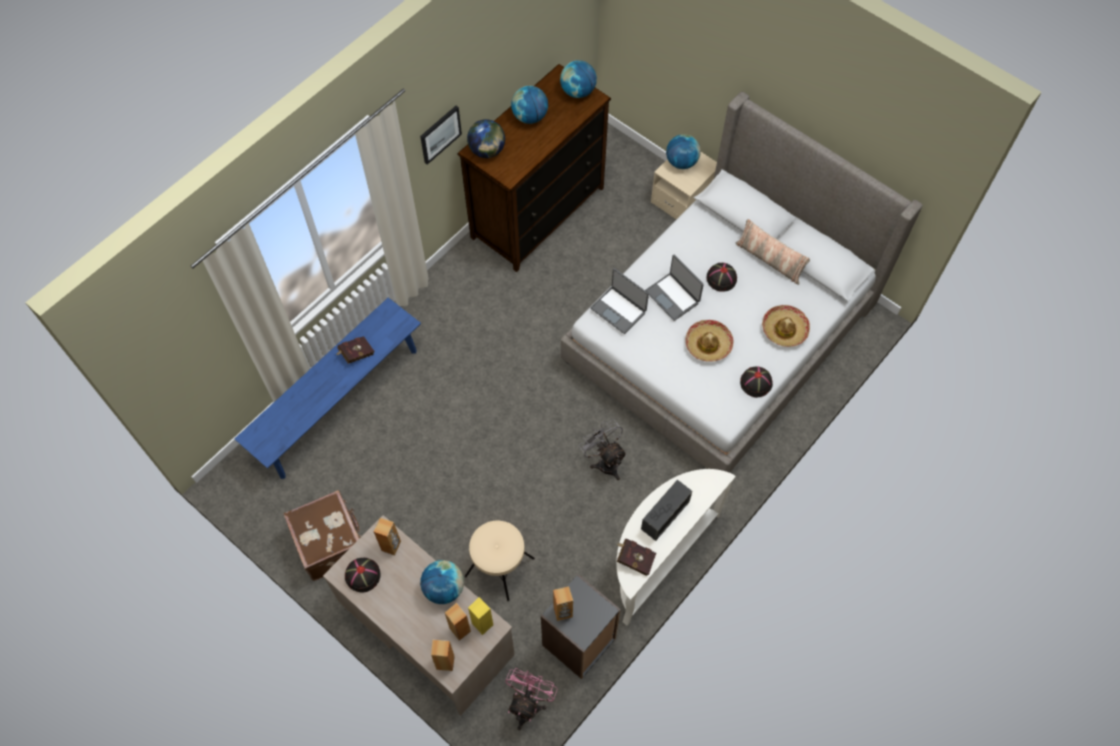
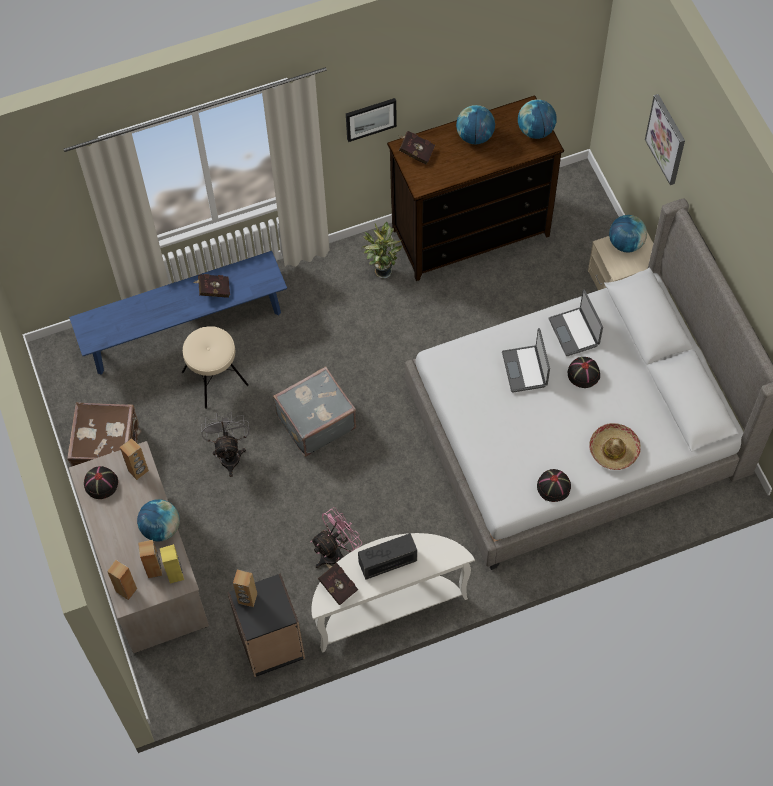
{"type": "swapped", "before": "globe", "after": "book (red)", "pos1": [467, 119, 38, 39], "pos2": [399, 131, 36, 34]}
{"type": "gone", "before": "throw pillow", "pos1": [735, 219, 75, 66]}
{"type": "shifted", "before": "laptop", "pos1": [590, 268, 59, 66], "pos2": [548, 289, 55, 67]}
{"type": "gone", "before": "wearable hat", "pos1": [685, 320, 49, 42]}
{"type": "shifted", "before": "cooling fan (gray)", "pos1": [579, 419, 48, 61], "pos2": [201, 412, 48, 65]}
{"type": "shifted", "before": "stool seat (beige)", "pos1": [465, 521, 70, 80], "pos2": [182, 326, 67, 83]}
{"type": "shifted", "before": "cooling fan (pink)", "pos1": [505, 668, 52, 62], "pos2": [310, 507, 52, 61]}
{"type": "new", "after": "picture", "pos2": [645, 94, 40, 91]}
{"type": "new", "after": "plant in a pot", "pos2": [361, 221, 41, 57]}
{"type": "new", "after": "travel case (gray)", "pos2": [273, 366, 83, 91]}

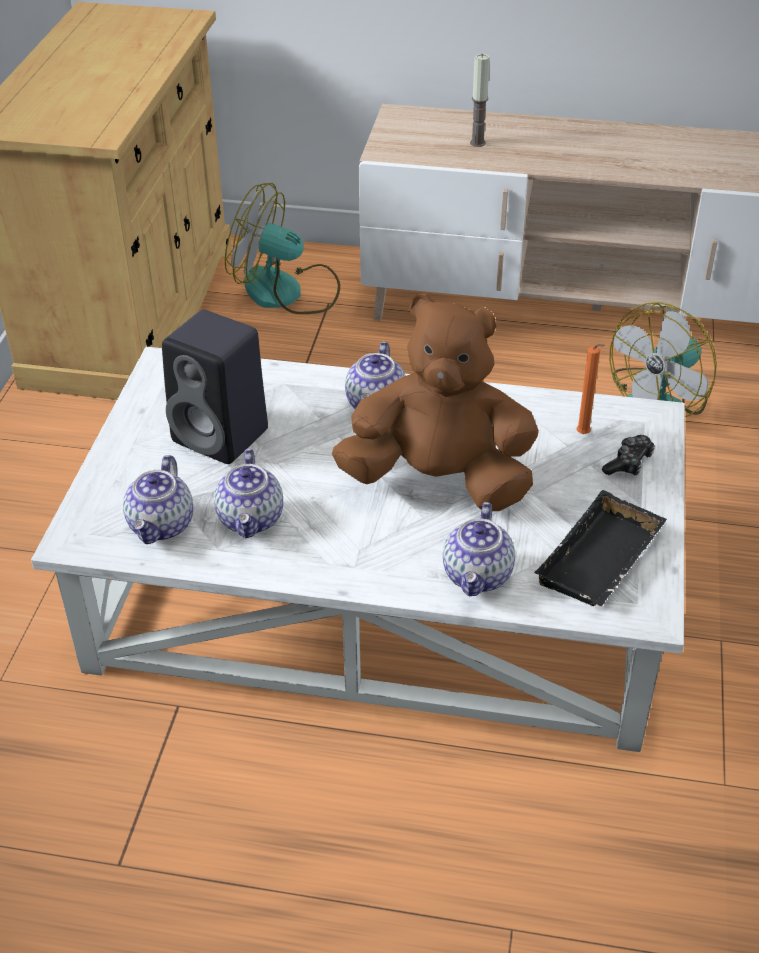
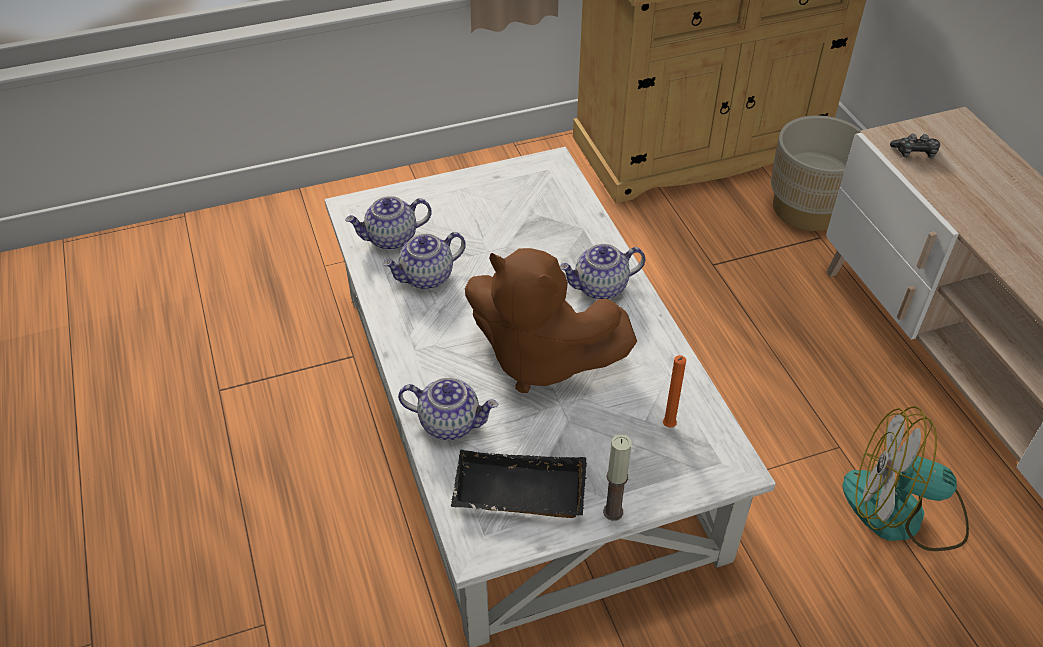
{"type": "shifted", "before": "wax light", "pos1": [470, 54, 20, 93], "pos2": [603, 434, 29, 87]}
{"type": "swapped", "before": "cooling fan", "after": "plant pot (beige)", "pos1": [225, 183, 115, 131], "pos2": [771, 115, 91, 116]}
{"type": "rotated", "before": "soft toy (brownish)", "pos1": [332, 294, 207, 217], "pos2": [465, 248, 172, 145], "turn": 135}
{"type": "gone", "before": "audio speaker (blackish)", "pos1": [162, 310, 106, 154]}
{"type": "shifted", "before": "joypad", "pos1": [602, 435, 53, 41], "pos2": [890, 134, 50, 24]}
{"type": "rotated", "before": "tea pot", "pos1": [443, 502, 72, 95], "pos2": [398, 378, 100, 62], "turn": -150}

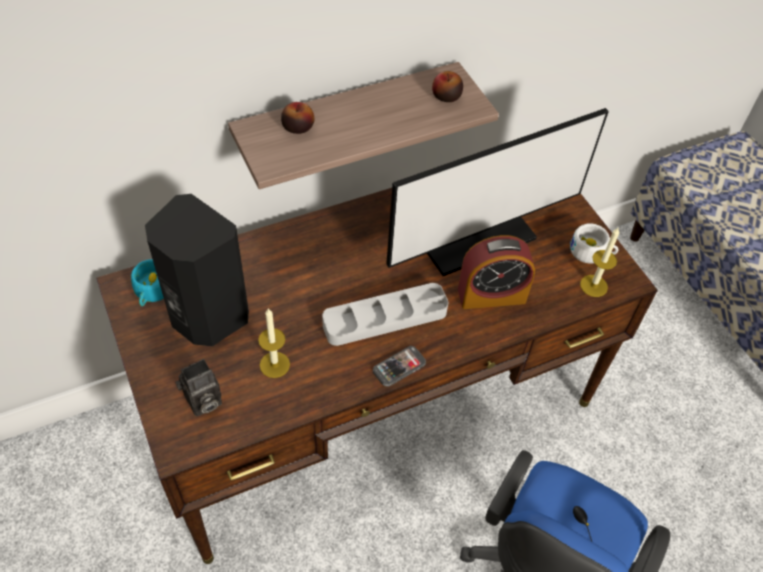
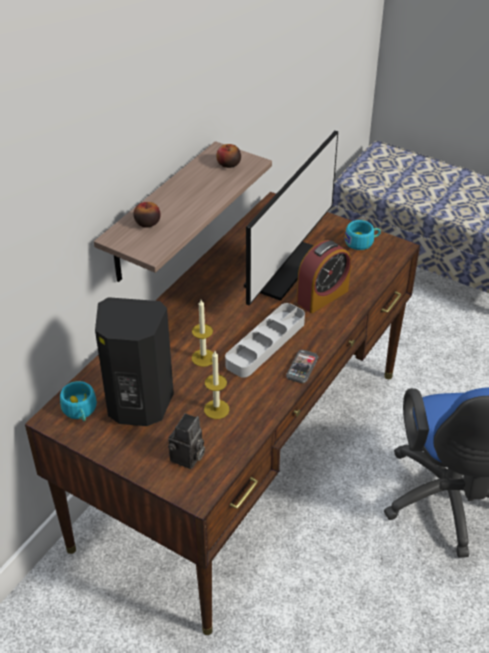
{"type": "repainted", "before": "drinking cup (white)", "after": "drinking cup (turquoise)", "pos1": [570, 223, 49, 41], "pos2": [345, 220, 36, 30]}
{"type": "shifted", "before": "wax light", "pos1": [580, 228, 40, 69], "pos2": [191, 300, 22, 67]}

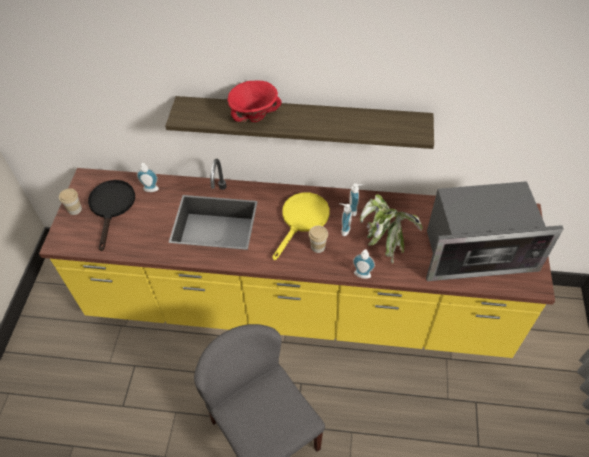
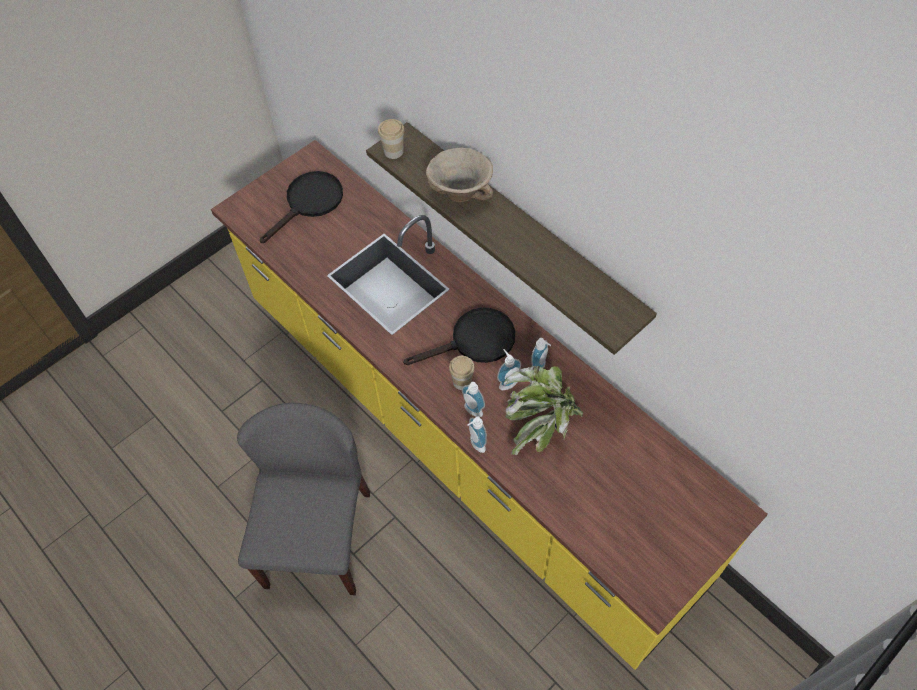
{"type": "repainted", "before": "deep dish (red)", "after": "deep dish (beige)", "pos1": [227, 81, 54, 41], "pos2": [426, 148, 67, 54]}
{"type": "shifted", "before": "soap bottle", "pos1": [137, 163, 22, 29], "pos2": [462, 382, 23, 35]}
{"type": "gone", "before": "kitchen microwave", "pos1": [426, 181, 137, 100]}
{"type": "shifted", "before": "drinking cup", "pos1": [59, 188, 23, 27], "pos2": [378, 119, 27, 40]}
{"type": "repainted", "before": "pan (yellow)", "after": "pan (blackish)", "pos1": [272, 193, 57, 67], "pos2": [403, 307, 112, 58]}

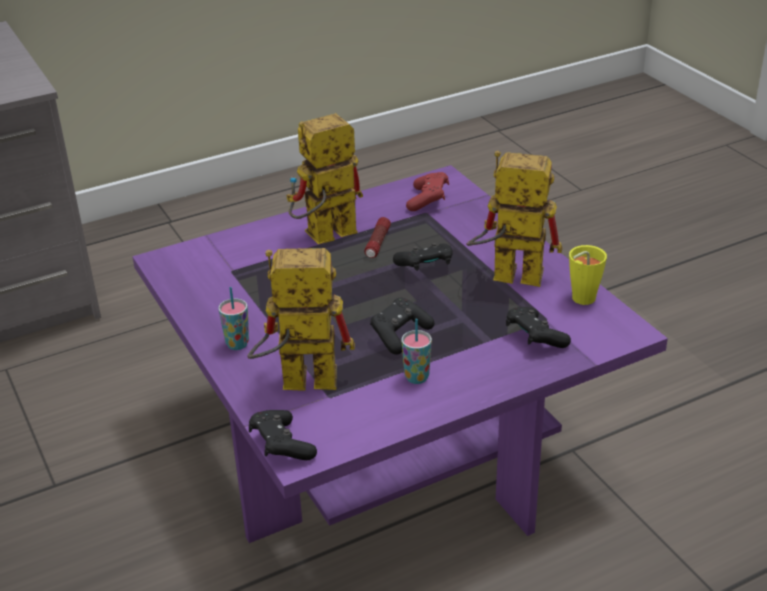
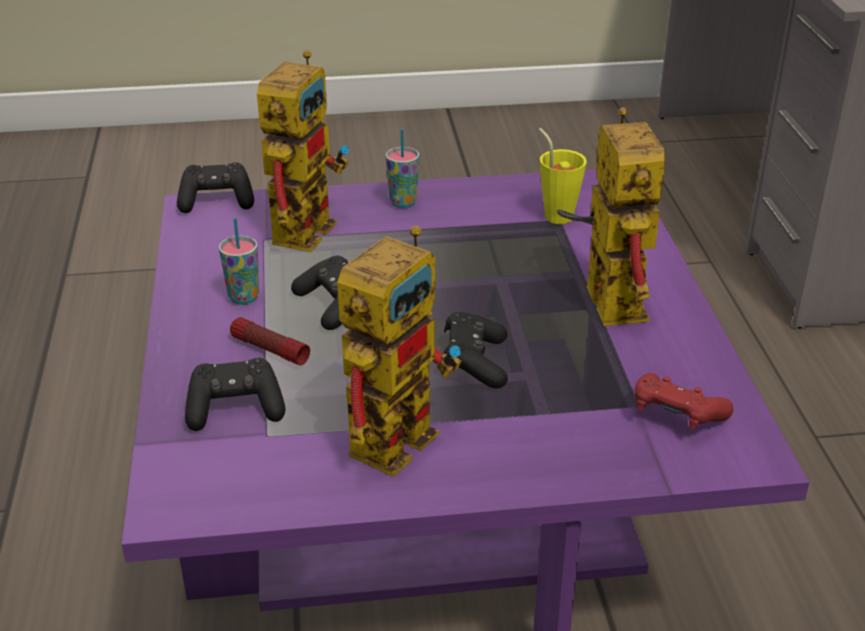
{"type": "shifted", "before": "hand torch", "pos1": [364, 217, 27, 41], "pos2": [230, 317, 80, 48]}
{"type": "shifted", "before": "drinking cup (yellow)", "pos1": [569, 245, 38, 60], "pos2": [539, 128, 48, 96]}

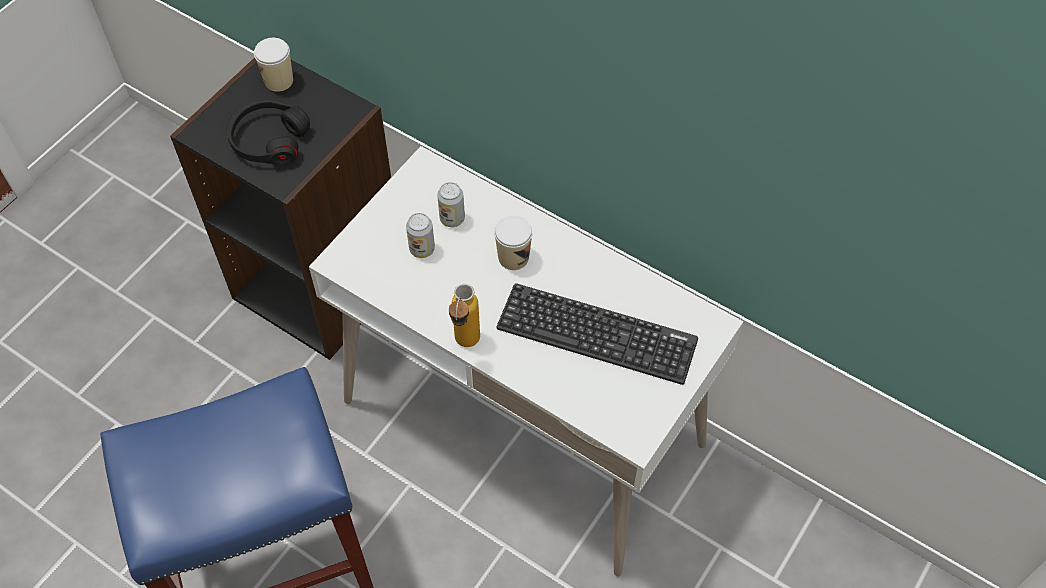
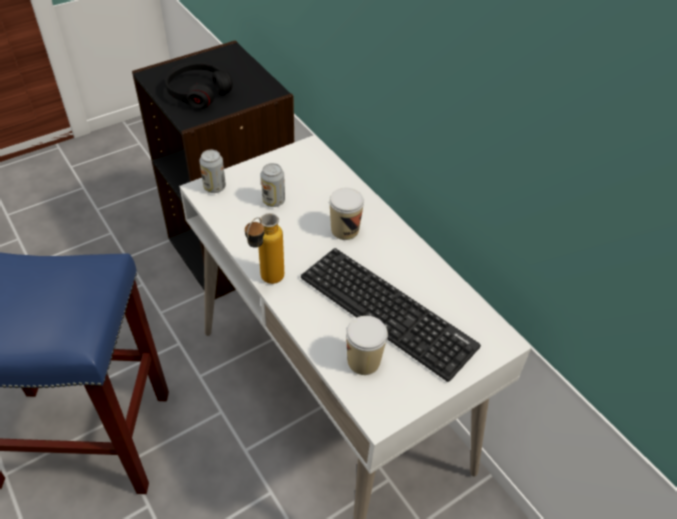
{"type": "shifted", "before": "drinking cup", "pos1": [254, 38, 39, 54], "pos2": [346, 316, 42, 59]}
{"type": "shifted", "before": "metal can", "pos1": [437, 182, 28, 45], "pos2": [200, 150, 26, 43]}

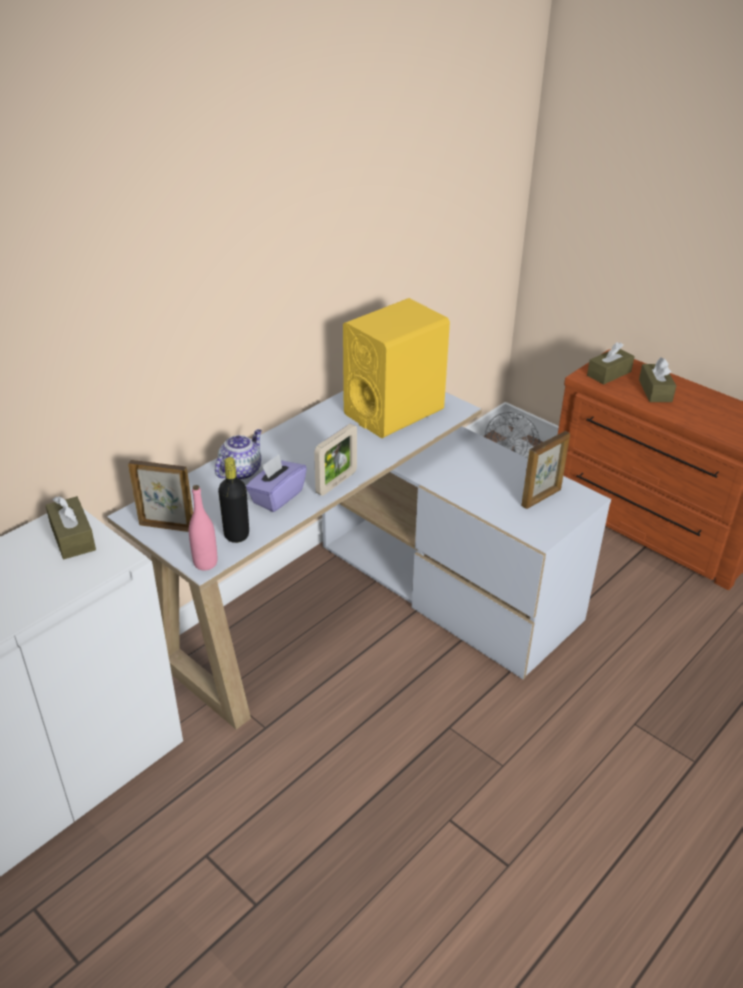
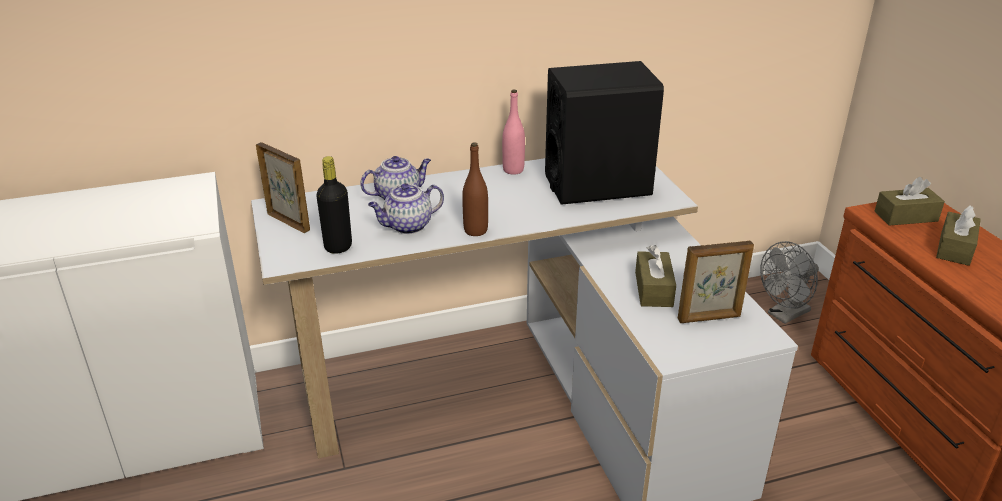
{"type": "repainted", "before": "audio speaker (yellow)", "after": "audio speaker (blackish)", "pos1": [343, 298, 107, 140], "pos2": [545, 61, 119, 144]}
{"type": "swapped", "before": "picture frame", "after": "bottle (brownish)", "pos1": [314, 424, 43, 72], "pos2": [462, 143, 26, 93]}
{"type": "swapped", "before": "tissue holder (purplish)", "after": "tea pot", "pos1": [246, 454, 61, 58], "pos2": [368, 183, 76, 51]}
{"type": "shifted", "before": "bottle (pink)", "pos1": [189, 485, 28, 86], "pos2": [502, 89, 23, 86]}
{"type": "shifted", "before": "tissue holder (brownish)", "pos1": [45, 496, 51, 63], "pos2": [635, 245, 41, 62]}

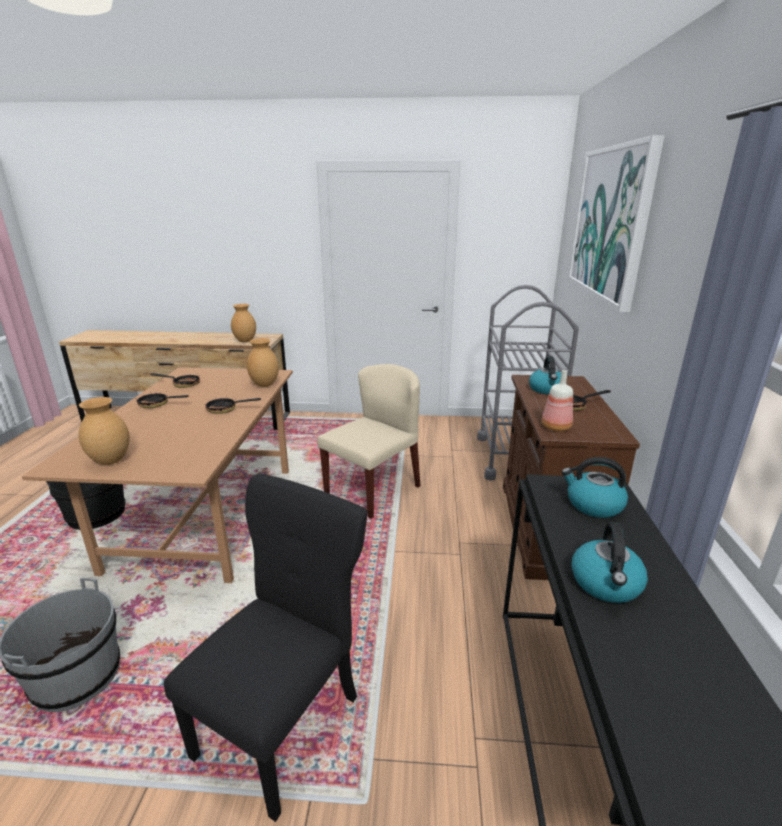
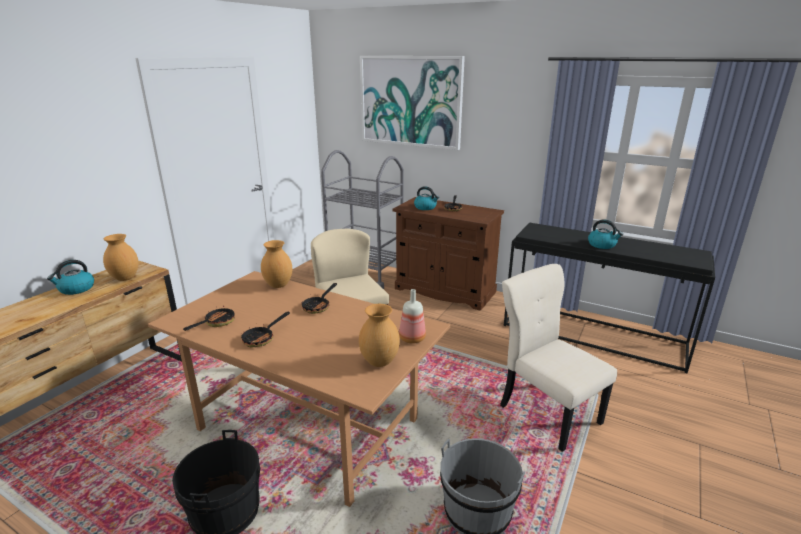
{"type": "shifted", "before": "bottle", "pos1": [542, 370, 31, 61], "pos2": [399, 289, 27, 55]}
{"type": "shifted", "before": "kettle", "pos1": [562, 457, 66, 61], "pos2": [47, 260, 47, 35]}
{"type": "repainted", "before": "upright chair (blackish)", "after": "upright chair (beige)", "pos1": [164, 473, 204, 349], "pos2": [500, 264, 117, 188]}

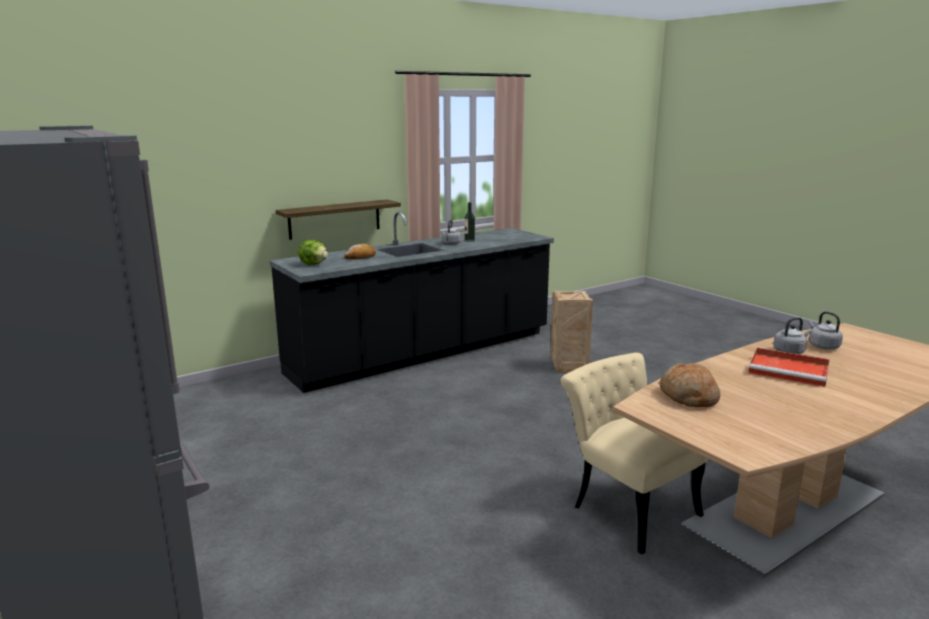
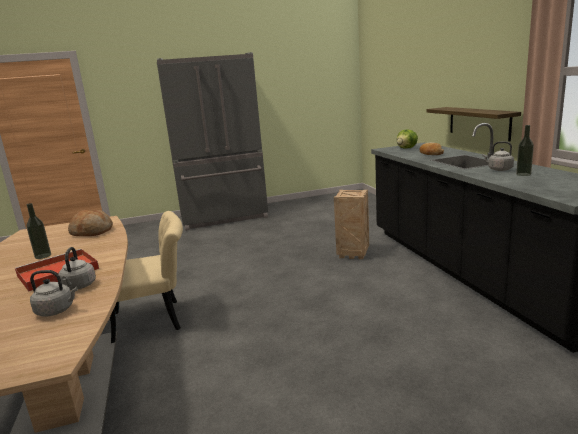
{"type": "shifted", "before": "packing crate", "pos1": [550, 291, 43, 81], "pos2": [334, 190, 35, 69]}
{"type": "new", "after": "bottle", "pos2": [27, 203, 24, 56]}

